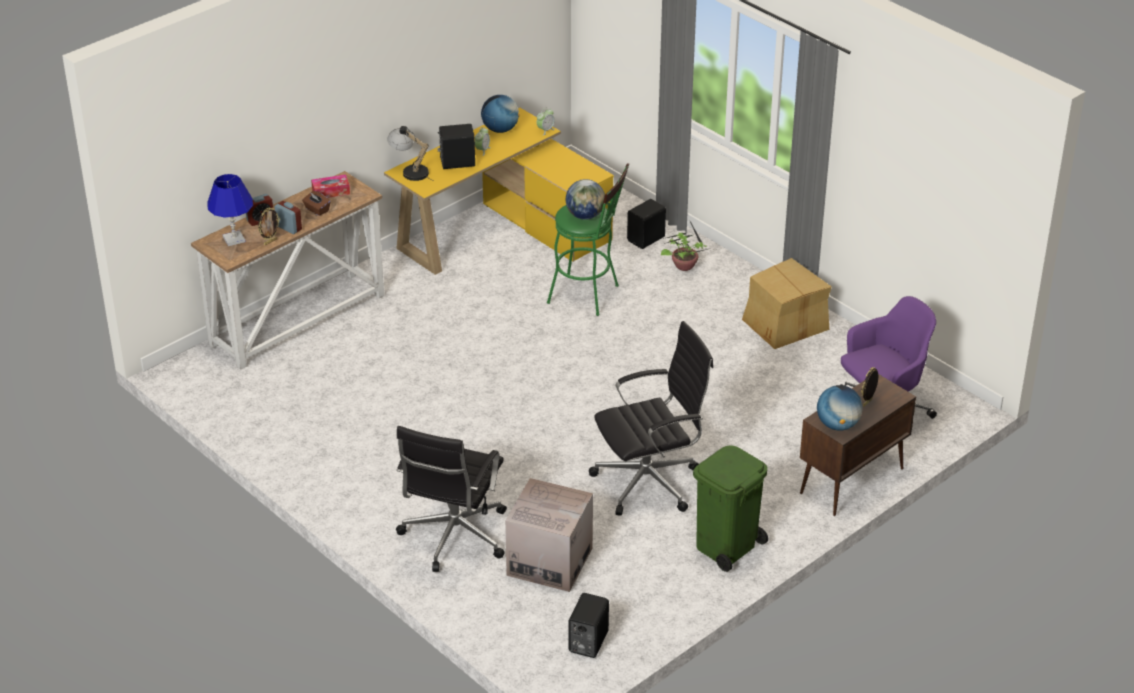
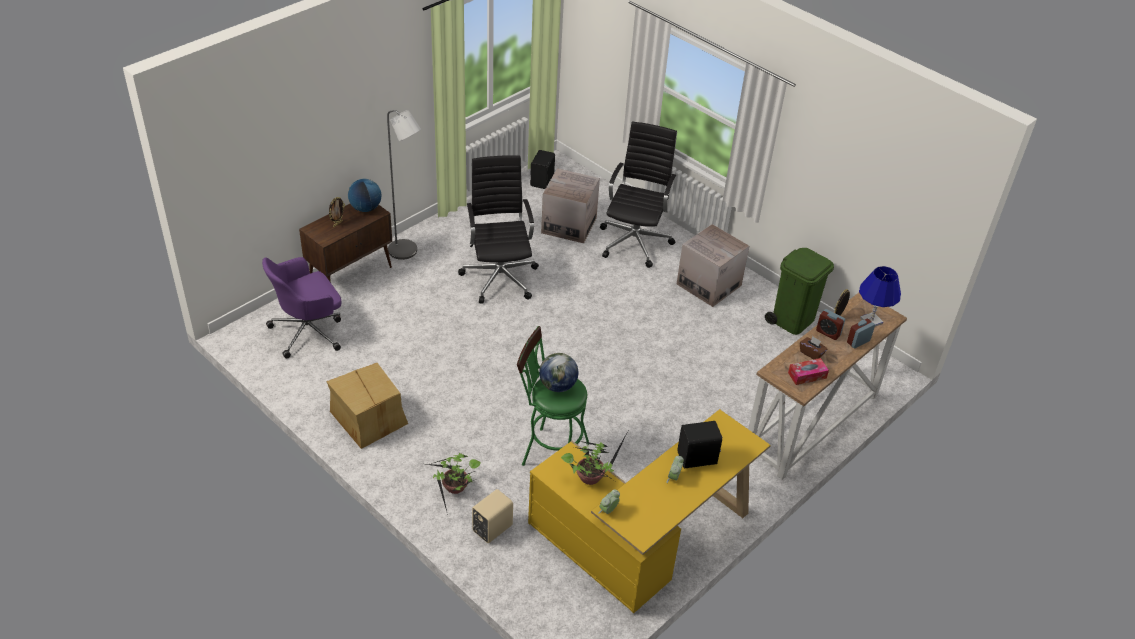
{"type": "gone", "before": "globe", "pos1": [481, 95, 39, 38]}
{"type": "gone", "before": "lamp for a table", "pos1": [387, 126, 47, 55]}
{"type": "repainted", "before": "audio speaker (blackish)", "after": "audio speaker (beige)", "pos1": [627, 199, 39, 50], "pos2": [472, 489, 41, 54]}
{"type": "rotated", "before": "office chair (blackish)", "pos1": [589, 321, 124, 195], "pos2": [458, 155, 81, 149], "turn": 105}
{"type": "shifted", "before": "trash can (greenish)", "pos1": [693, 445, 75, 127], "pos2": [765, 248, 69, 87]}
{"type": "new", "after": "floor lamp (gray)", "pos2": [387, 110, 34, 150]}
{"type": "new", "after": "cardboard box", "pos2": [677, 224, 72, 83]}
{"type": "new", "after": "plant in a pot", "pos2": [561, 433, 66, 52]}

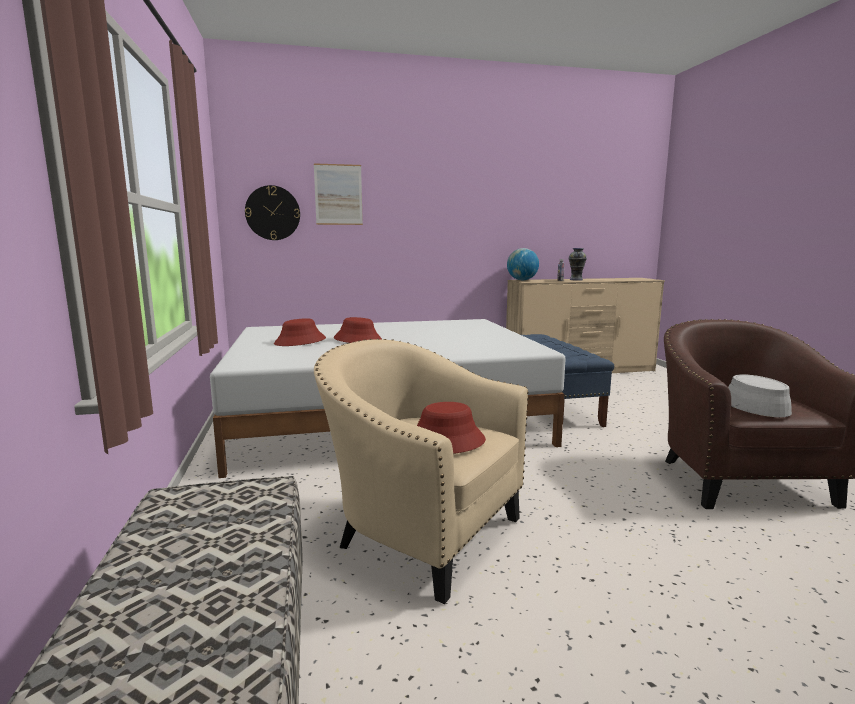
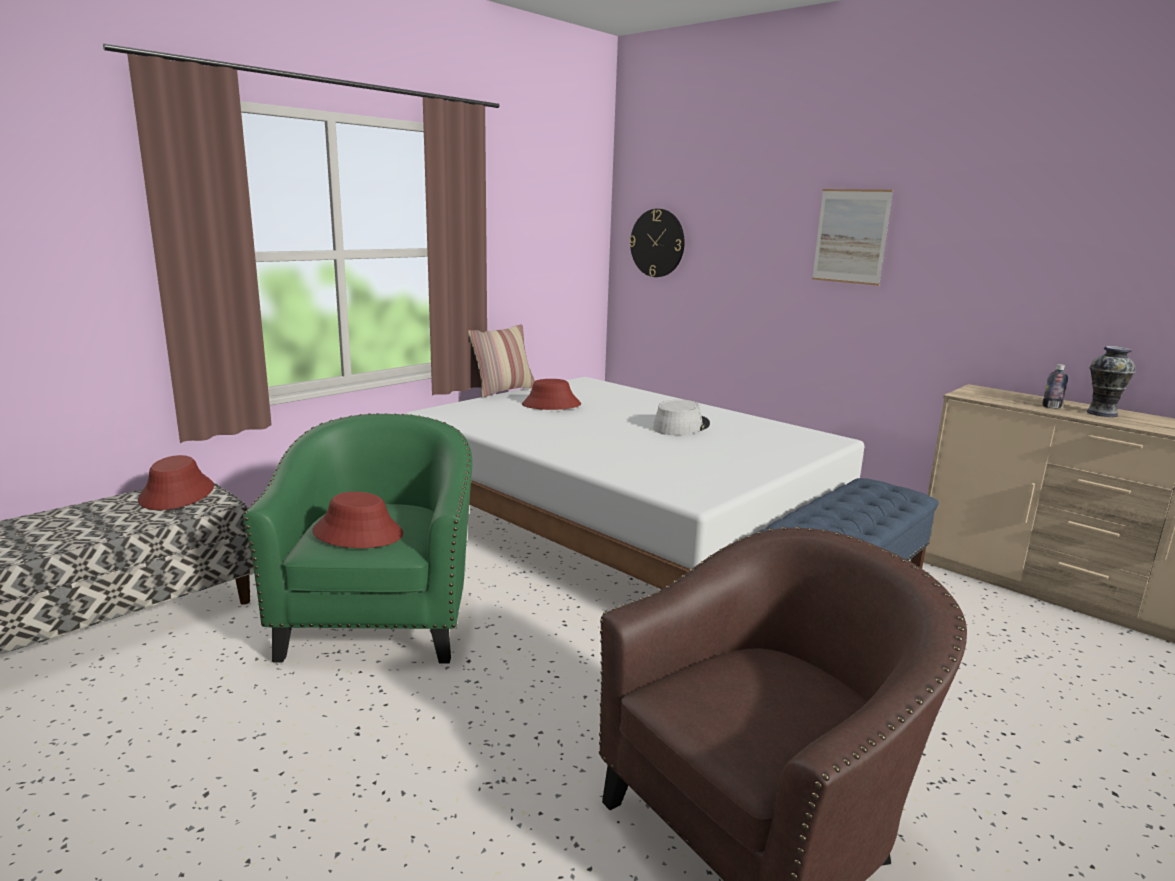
{"type": "shifted", "before": "picture", "pos1": [314, 163, 49, 62], "pos2": [812, 189, 81, 97]}
{"type": "gone", "before": "globe", "pos1": [507, 248, 32, 32]}
{"type": "shifted", "before": "wearable hat (red)", "pos1": [334, 317, 49, 26], "pos2": [138, 455, 76, 55]}
{"type": "repainted", "before": "easy chair (beige)", "after": "easy chair (greenish)", "pos1": [314, 339, 215, 265], "pos2": [243, 413, 229, 251]}
{"type": "shifted", "before": "wearable hat (gray)", "pos1": [728, 374, 64, 43], "pos2": [653, 399, 57, 36]}
{"type": "new", "after": "throw pillow", "pos2": [468, 324, 67, 74]}

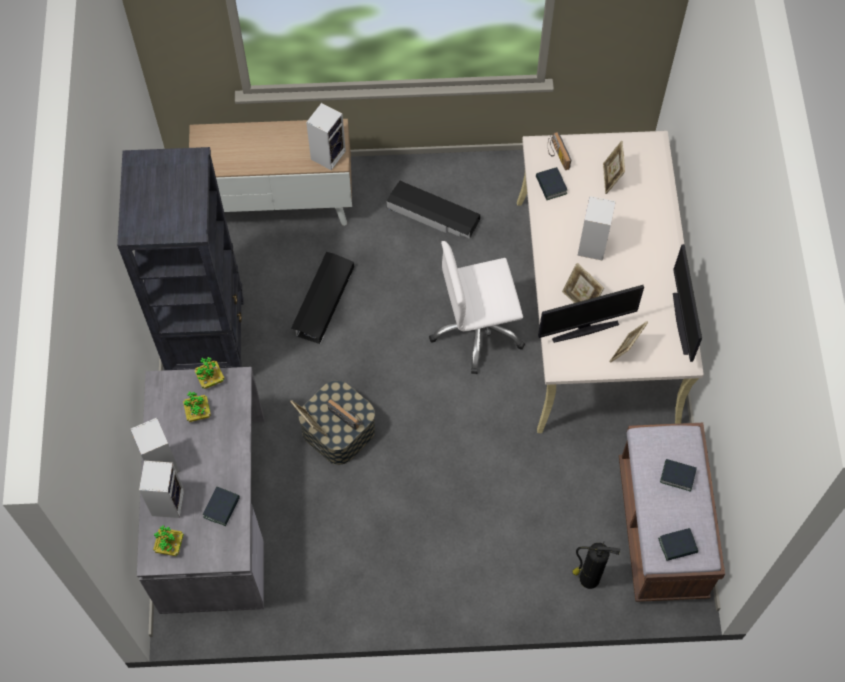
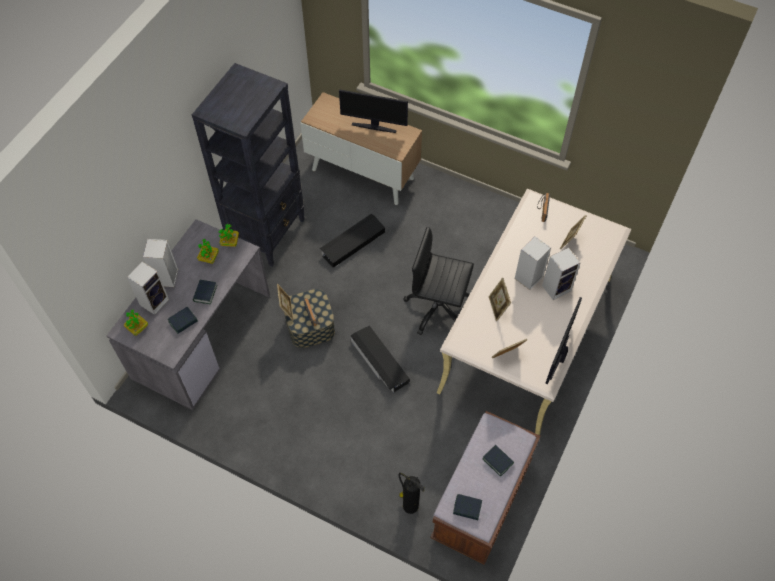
{"type": "shifted", "before": "audio speaker", "pos1": [306, 103, 40, 67], "pos2": [542, 248, 39, 52]}
{"type": "shifted", "before": "book", "pos1": [536, 167, 31, 33], "pos2": [193, 280, 24, 24]}
{"type": "shifted", "before": "storage bin (blackish)", "pos1": [386, 181, 94, 58], "pos2": [350, 326, 60, 67]}
{"type": "repainted", "before": "office chair (white)", "after": "office chair (blackish)", "pos1": [429, 241, 96, 133], "pos2": [403, 226, 71, 109]}
{"type": "shifted", "before": "computer screen", "pos1": [538, 285, 106, 58], "pos2": [339, 89, 69, 44]}

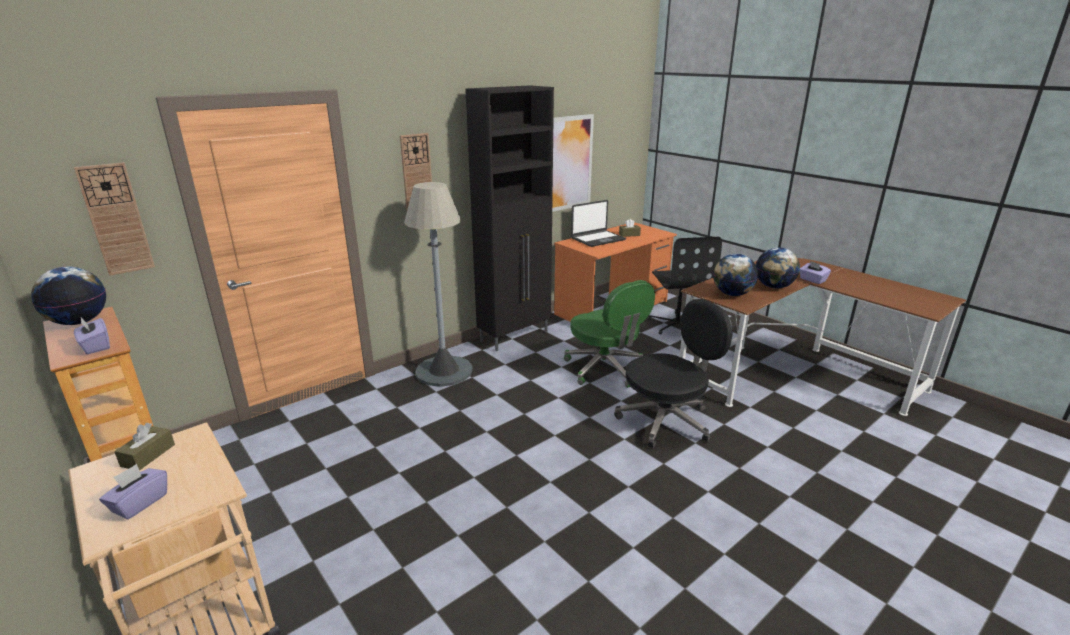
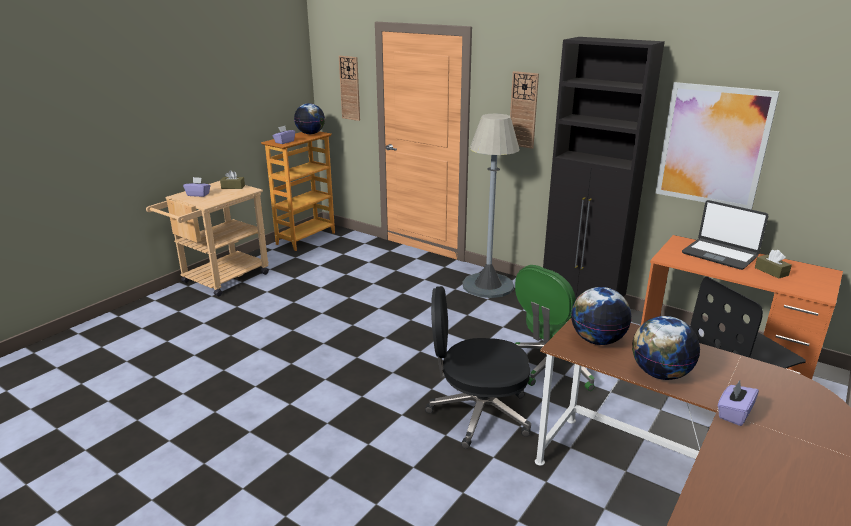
{"type": "rotated", "before": "office chair (blackish)", "pos1": [614, 299, 119, 149], "pos2": [425, 286, 106, 163], "turn": 135}

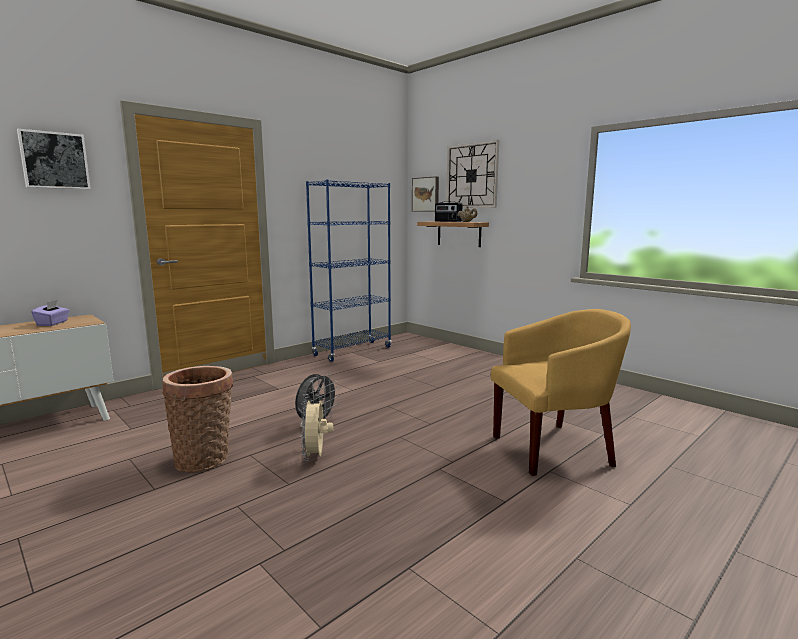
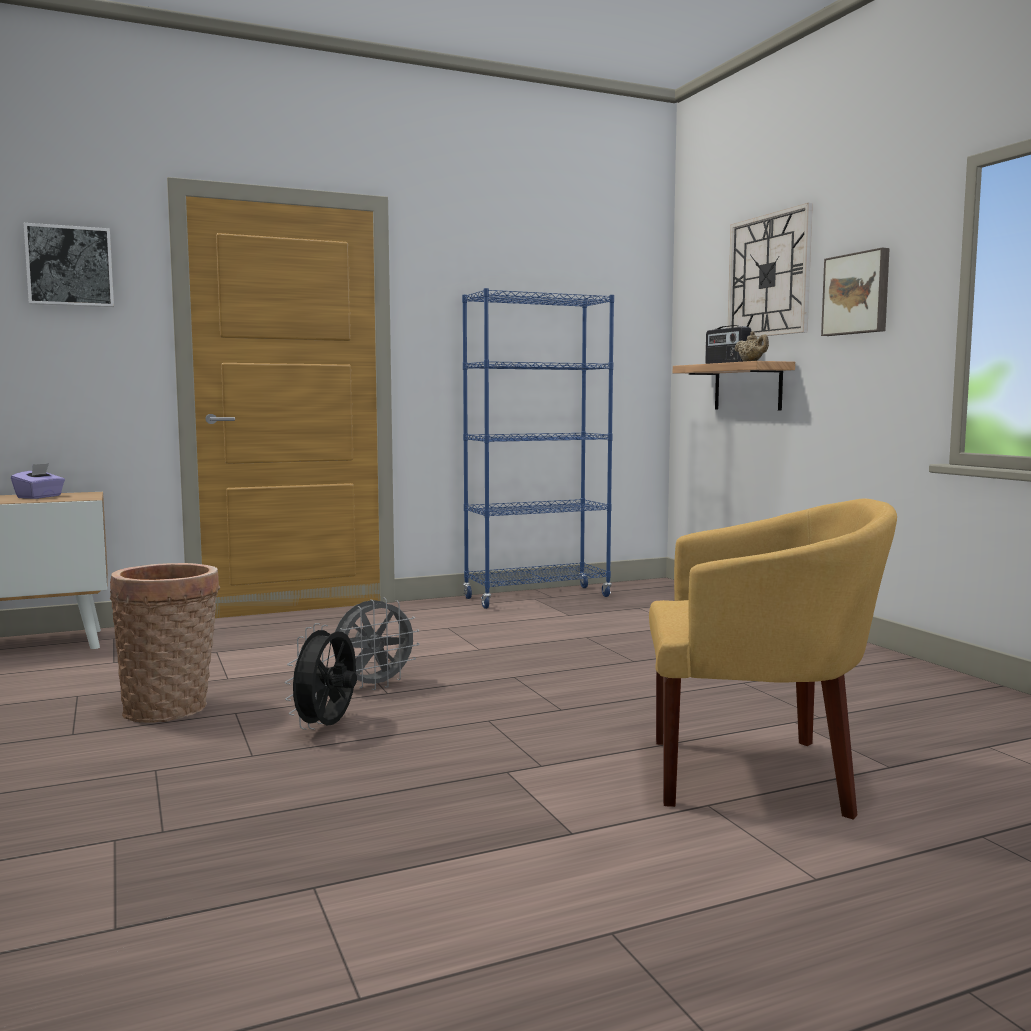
{"type": "shifted", "before": "picture", "pos1": [412, 177, 27, 35], "pos2": [821, 248, 69, 88]}
{"type": "repainted", "before": "cooling fan (beige)", "after": "cooling fan (blackish)", "pos1": [300, 397, 33, 64], "pos2": [285, 623, 72, 107]}

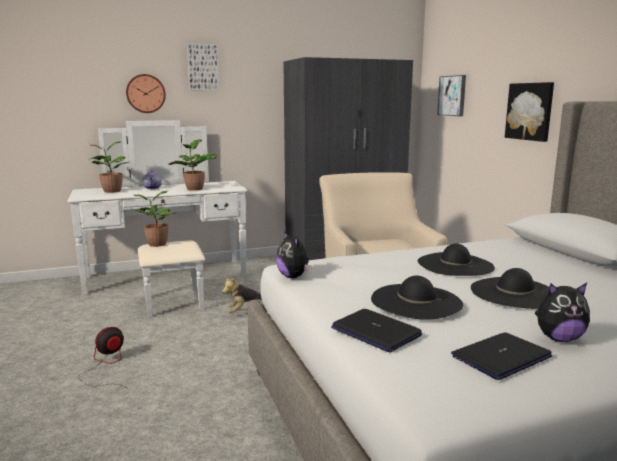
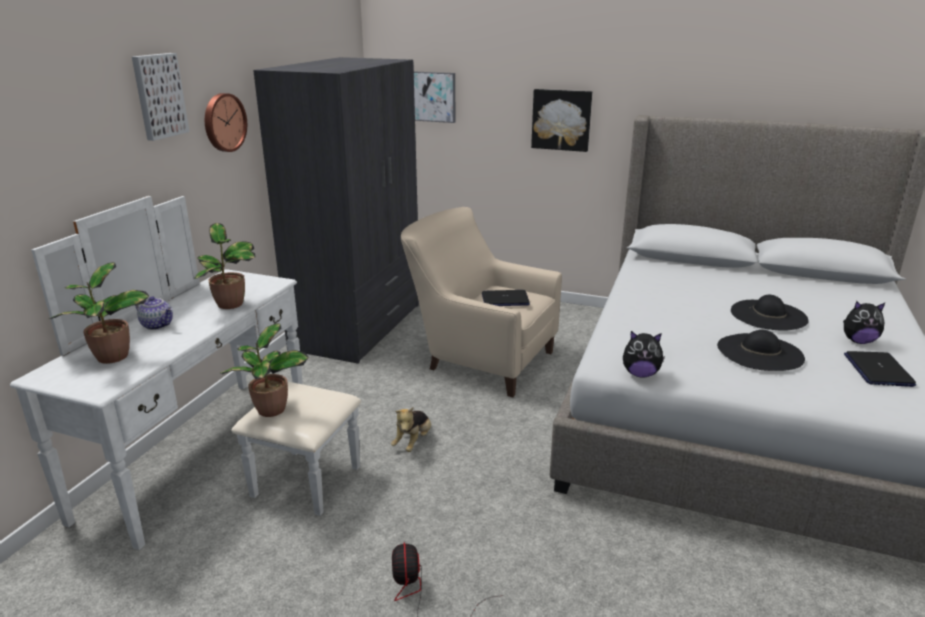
{"type": "shifted", "before": "wall clock", "pos1": [126, 74, 40, 39], "pos2": [205, 93, 42, 59]}
{"type": "gone", "before": "wearable hat (blackish)", "pos1": [418, 244, 77, 32]}
{"type": "rotated", "before": "soft toy", "pos1": [535, 283, 55, 59], "pos2": [843, 301, 42, 43], "turn": 60}
{"type": "shifted", "before": "laptop", "pos1": [331, 309, 91, 44], "pos2": [482, 290, 48, 16]}

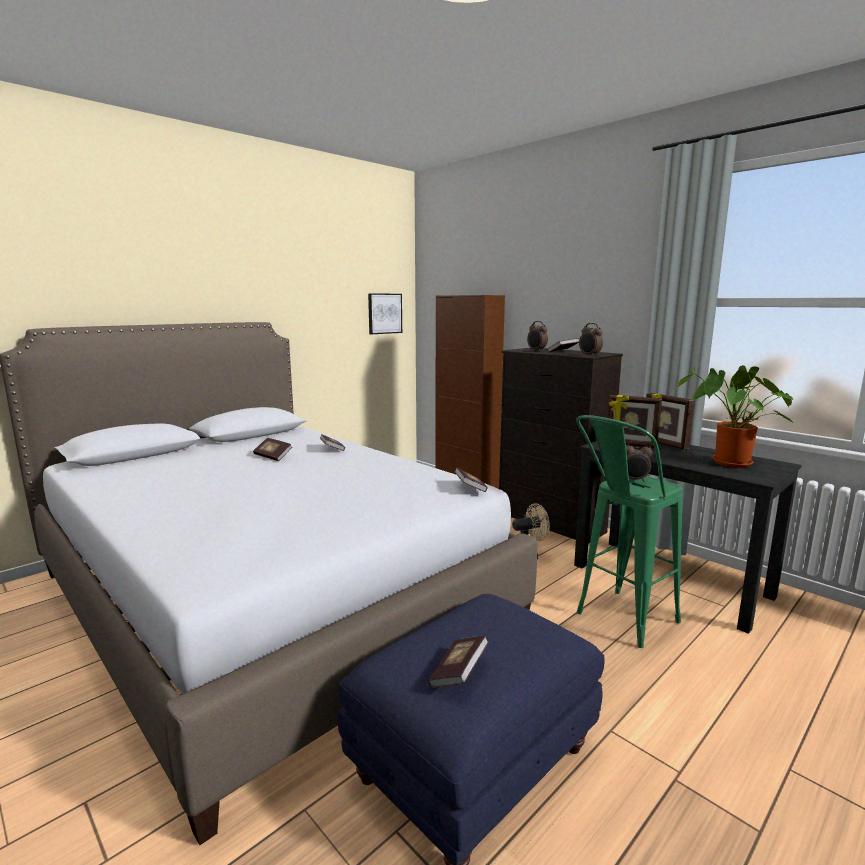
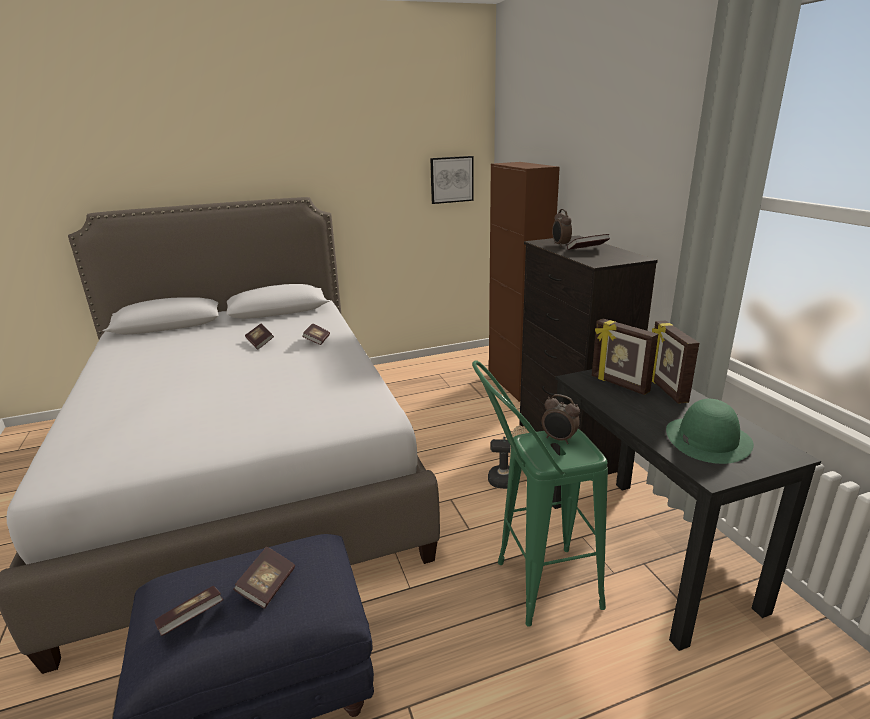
{"type": "gone", "before": "table clock", "pos1": [579, 323, 24, 34]}
{"type": "swapped", "before": "plant in a pot", "after": "wearable hat (greenish)", "pos1": [676, 365, 119, 103], "pos2": [666, 399, 88, 65]}
{"type": "shifted", "before": "book", "pos1": [454, 467, 34, 25], "pos2": [233, 547, 62, 62]}

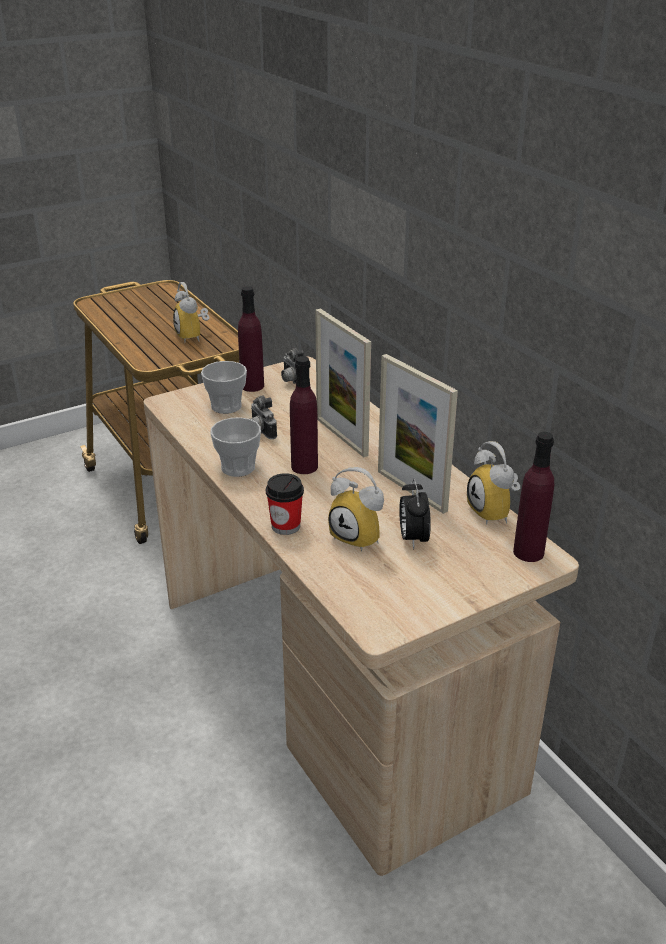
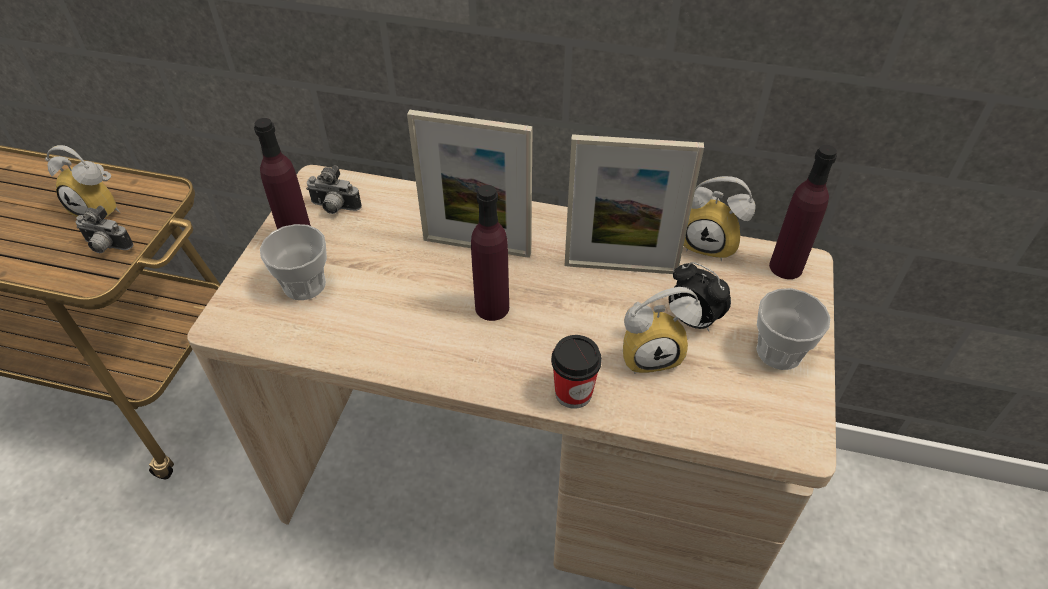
{"type": "shifted", "before": "still camera", "pos1": [251, 395, 26, 44], "pos2": [76, 206, 57, 47]}
{"type": "shifted", "before": "drinking cup", "pos1": [210, 417, 51, 60], "pos2": [756, 288, 75, 82]}

